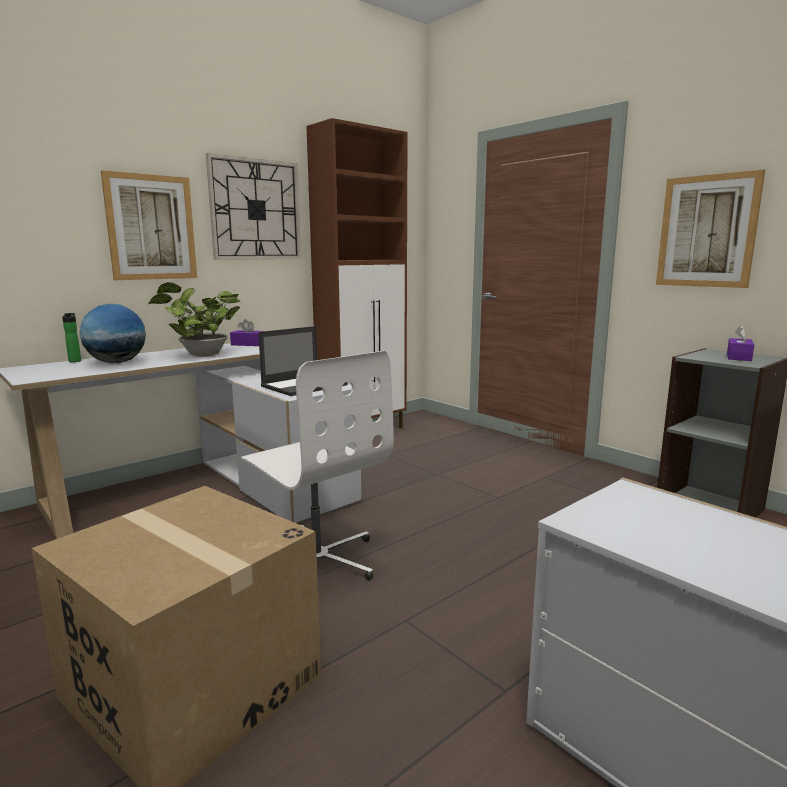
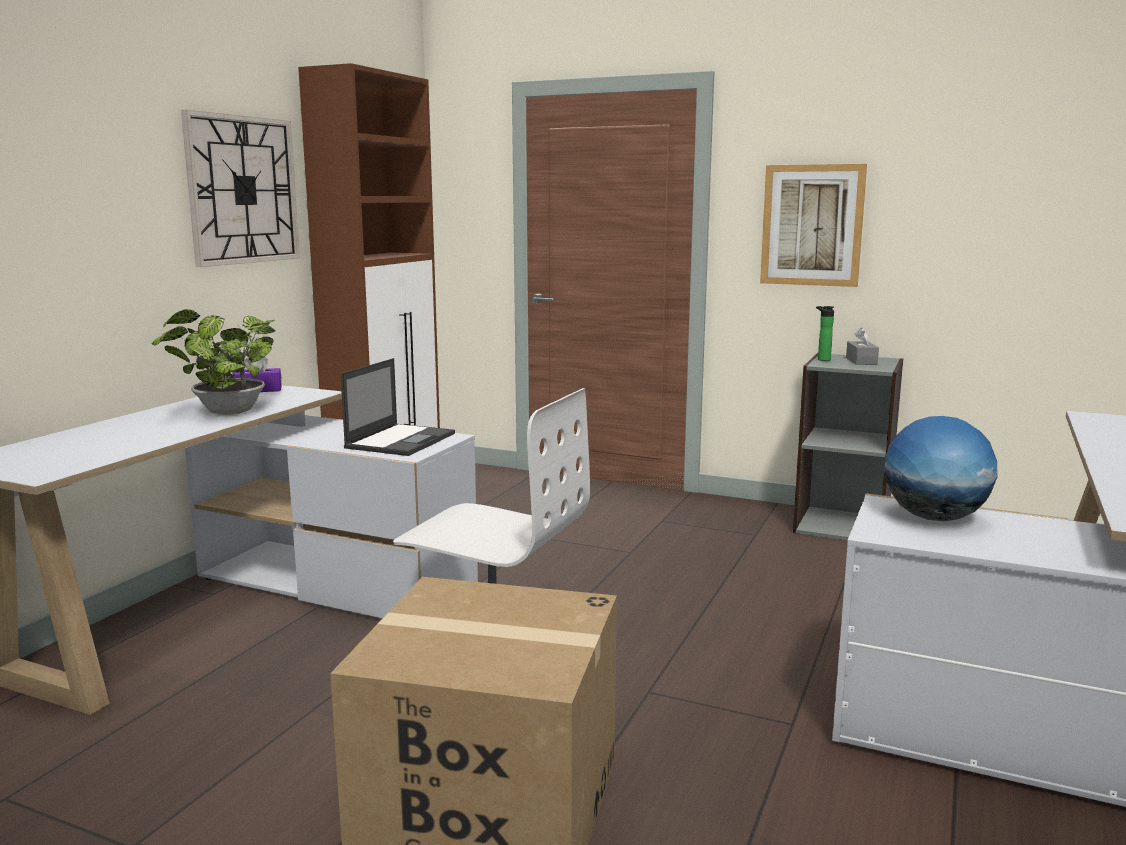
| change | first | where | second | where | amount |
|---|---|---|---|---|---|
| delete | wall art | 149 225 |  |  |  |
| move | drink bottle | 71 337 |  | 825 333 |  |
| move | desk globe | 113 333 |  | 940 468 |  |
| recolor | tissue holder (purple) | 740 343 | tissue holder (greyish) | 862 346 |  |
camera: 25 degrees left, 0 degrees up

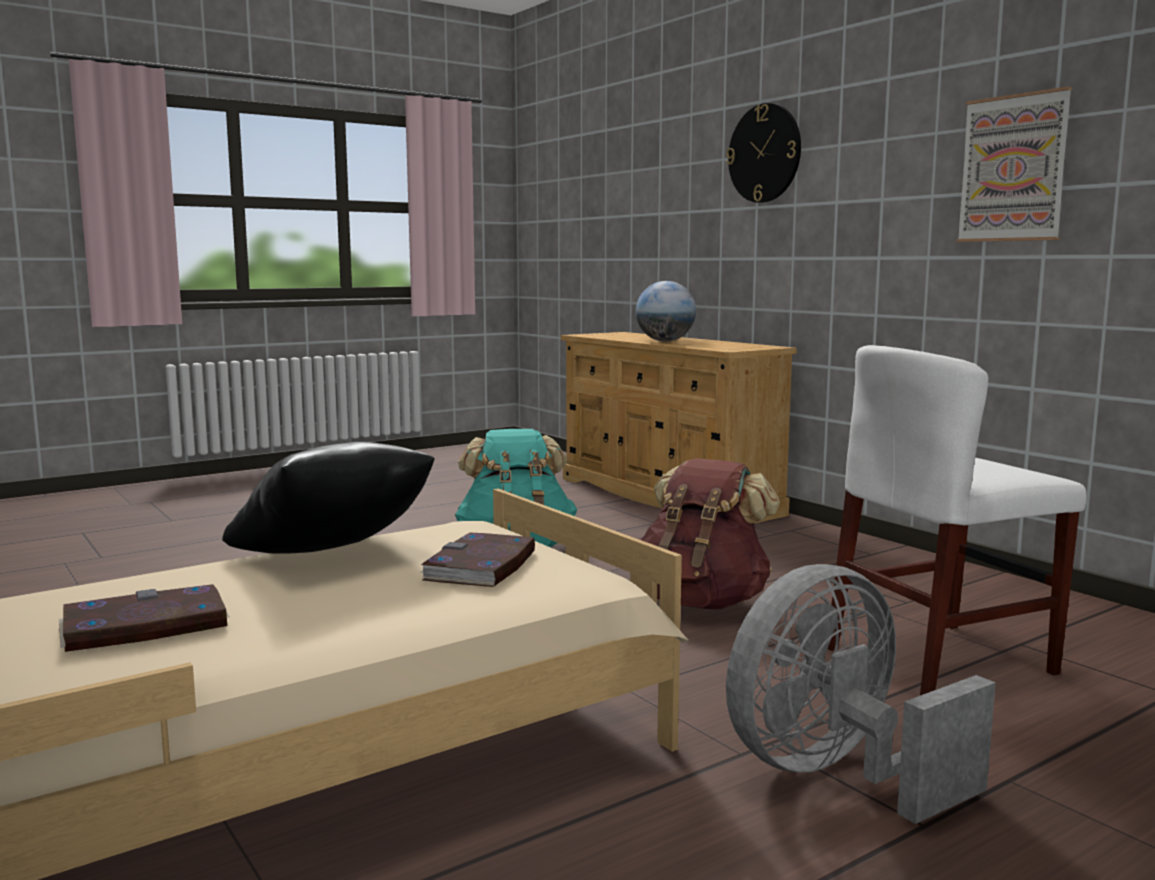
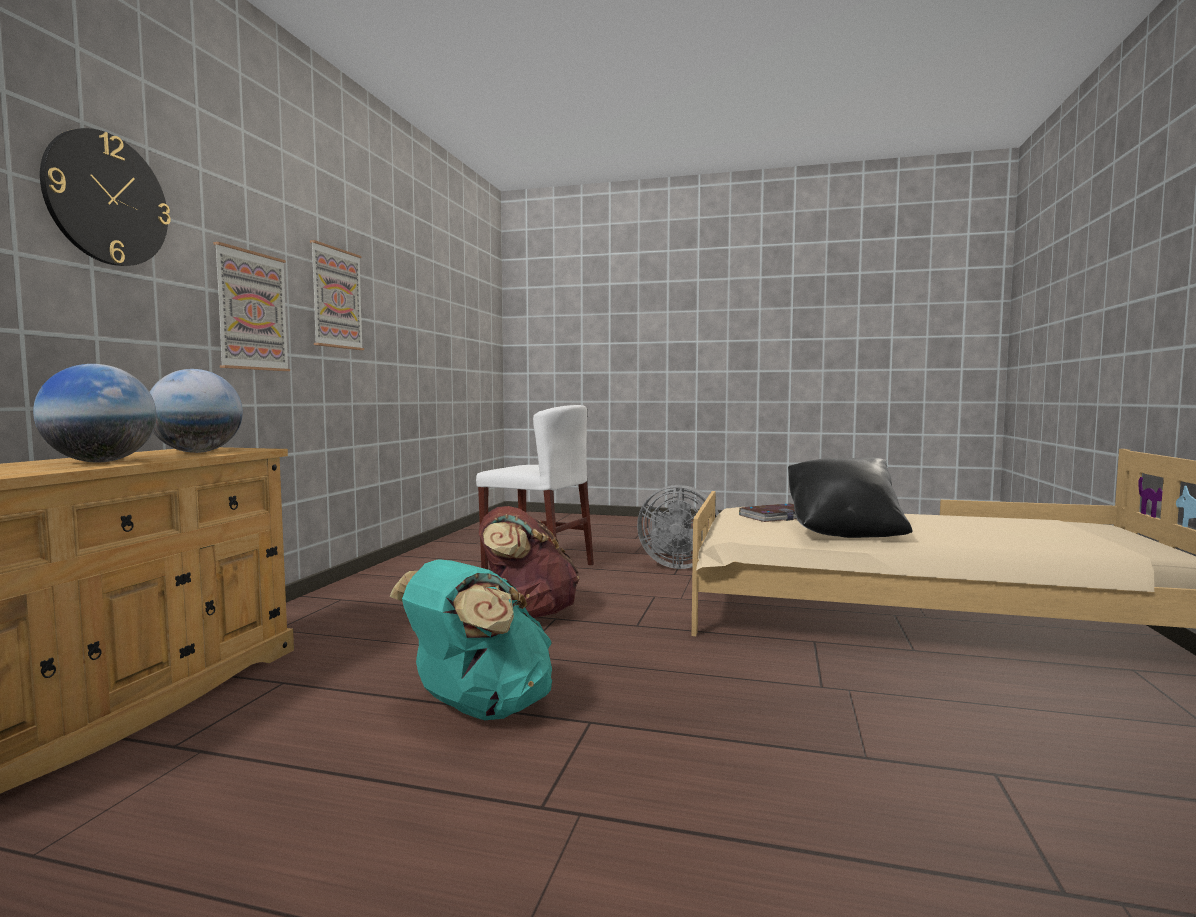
| change | first | where | second | where | amount |
|---|---|---|---|---|---|
| delete | volume | 144 618 |  |  |  |
| insert |  |  | desk globe | 196 411 |  |
| insert |  |  | wall art | 251 306 |  |
camera: 130 degrees left, 5 degrees down

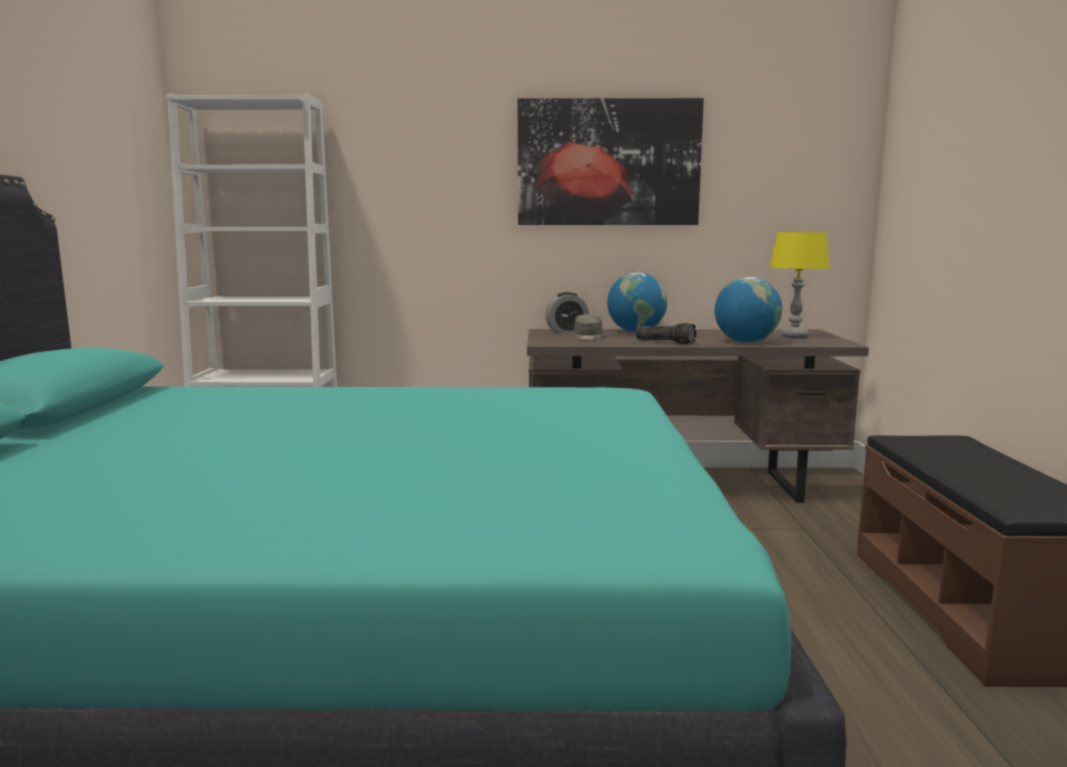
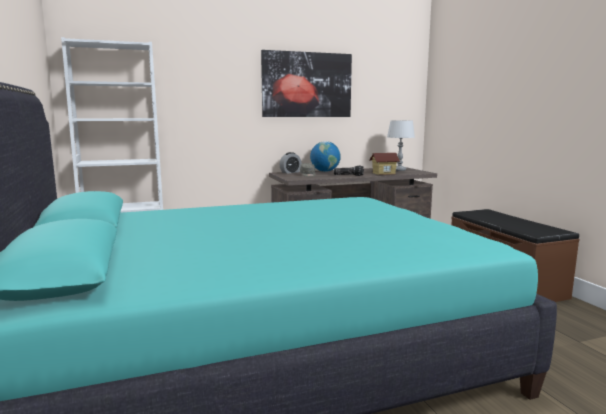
| change | first | where | second | where | amount |
|---|---|---|---|---|---|
| replace | desk globe | 748 310 | miniature house | 385 164 |  |
| recolor | lamp for a table (yellow) | 799 285 | lamp for a table (greyish) | 401 145 |  |
camera: 20 degrees left, 0 degrees up

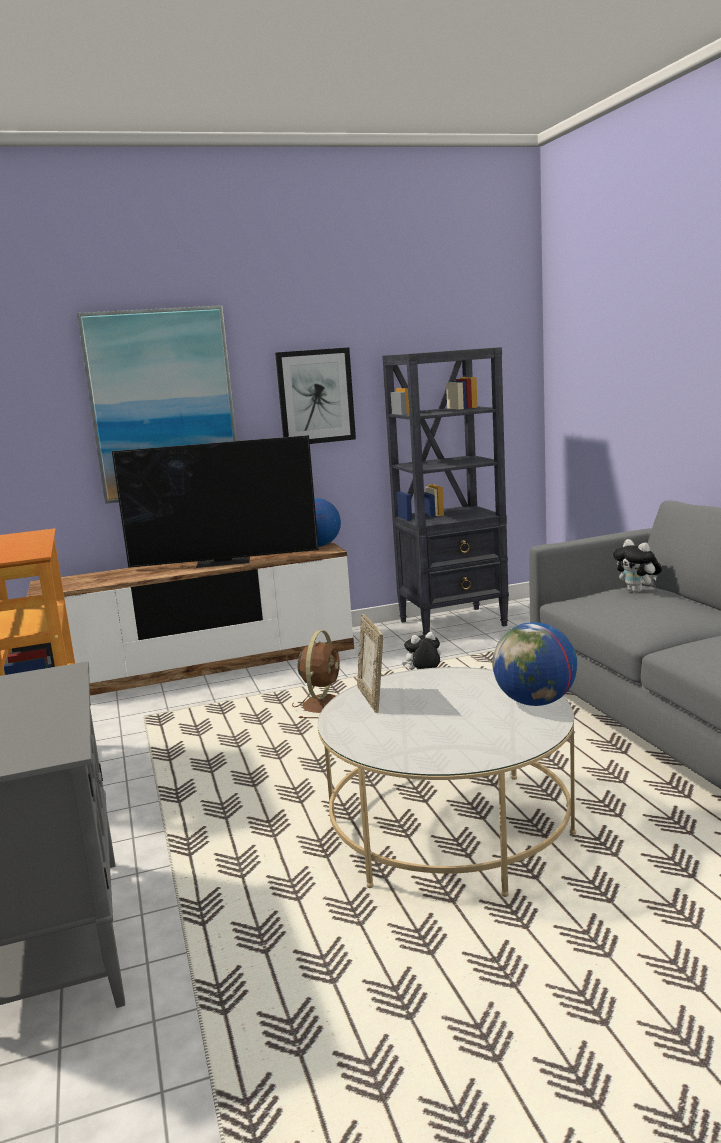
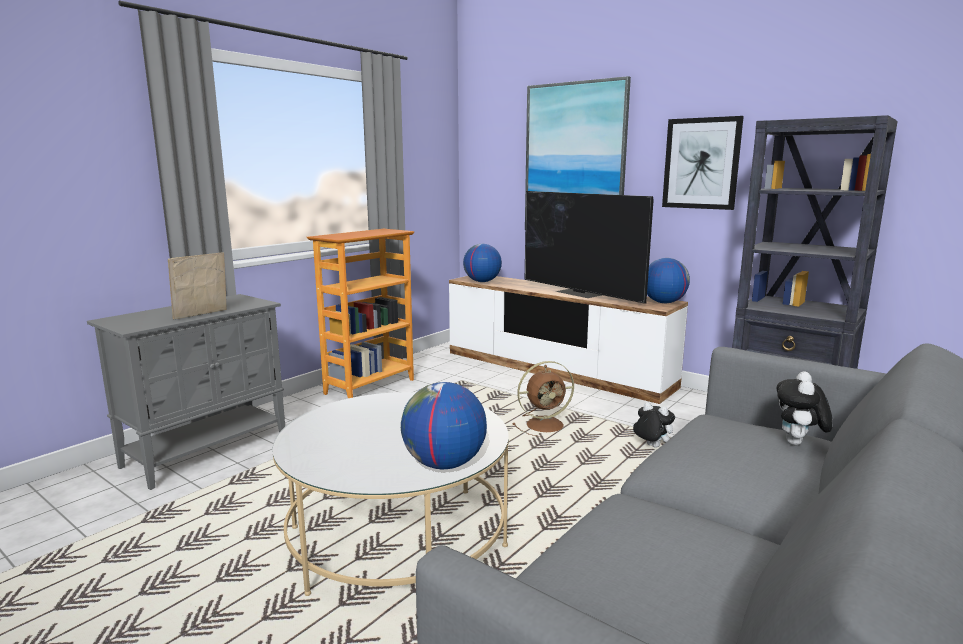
| change | first | where | second | where | amount |
|---|---|---|---|---|---|
| insert |  |  | desk globe | 482 263 |  |
| move | standing frame | 370 663 |  | 197 285 |  |
camera: 55 degrees right, 0 degrees up

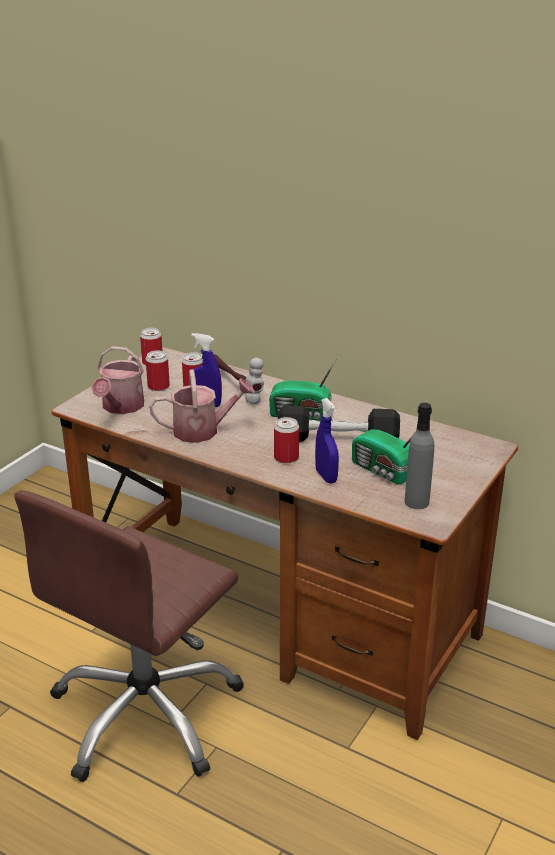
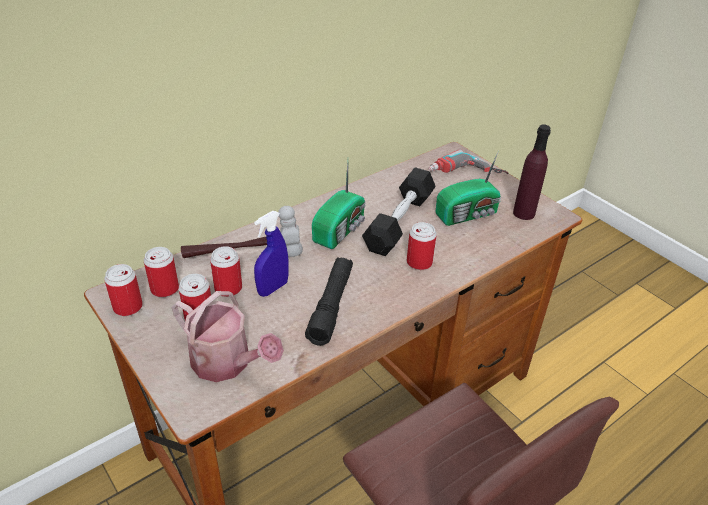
| change | first | where | second | where | amount |
|---|---|---|---|---|---|
| delete | spray bottle (bluish) | 327 441 |  |  |  |
| insert |  |  | can | 161 272 |  |
| insert |  |  | power drill | 468 161 |  |
| replace | watering can | 202 406 | flashlight (blackish) | 329 301 |  |
| recolor | drink bottle (greyish) | 419 456 | drink bottle (purple) | 532 172 |  |
camera: 70 degrees left, 10 degrees up

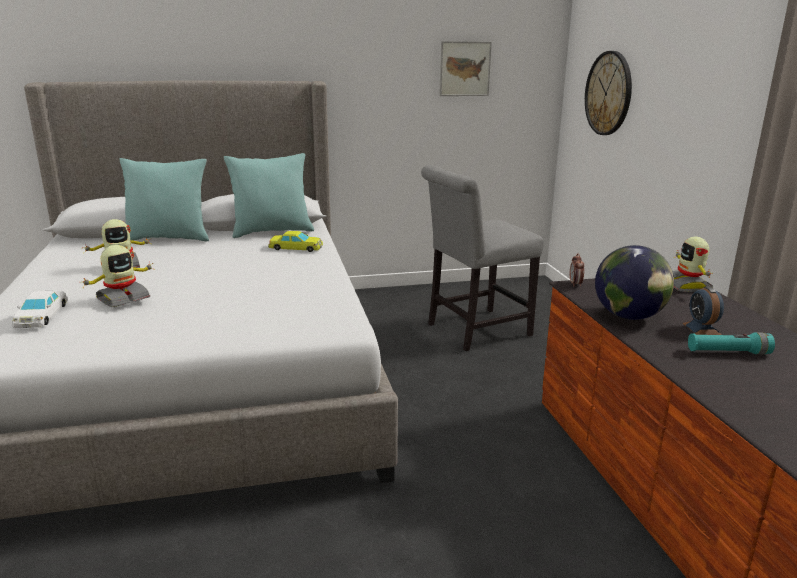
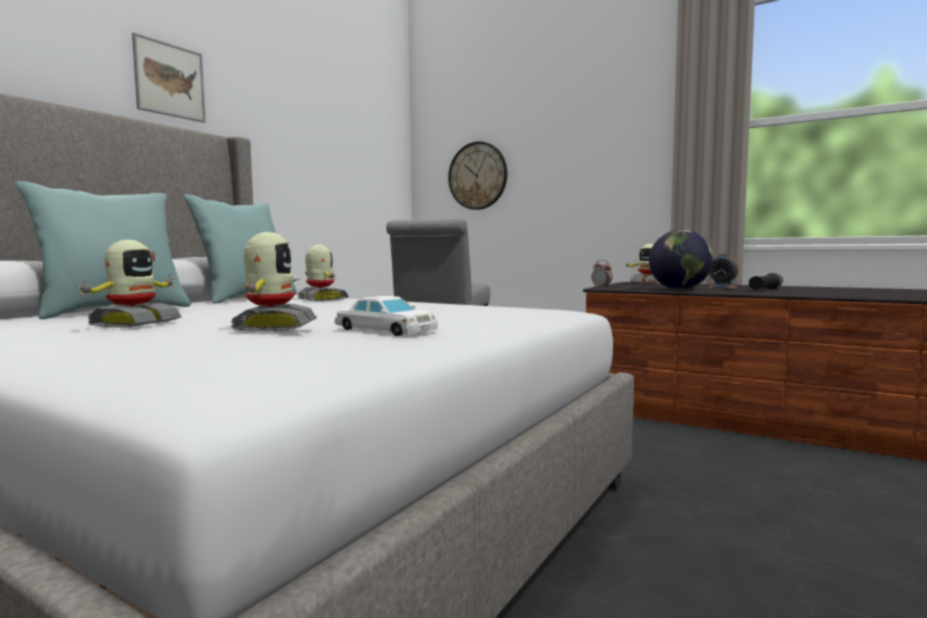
| change | first | where | second | where | amount |
|---|---|---|---|---|---|
| move | miniature car (white) | 40 309 |  | 386 316 |  |
| move | wall art | 465 68 |  | 169 78 |  |
| replace | miniature car (yellow) | 295 241 | model robot | 323 272 |  |
| recolor | flashlight (blue-green) | 731 343 | flashlight (blackish) | 766 281 |  |
camera: 45 degrees left, 15 degrees down

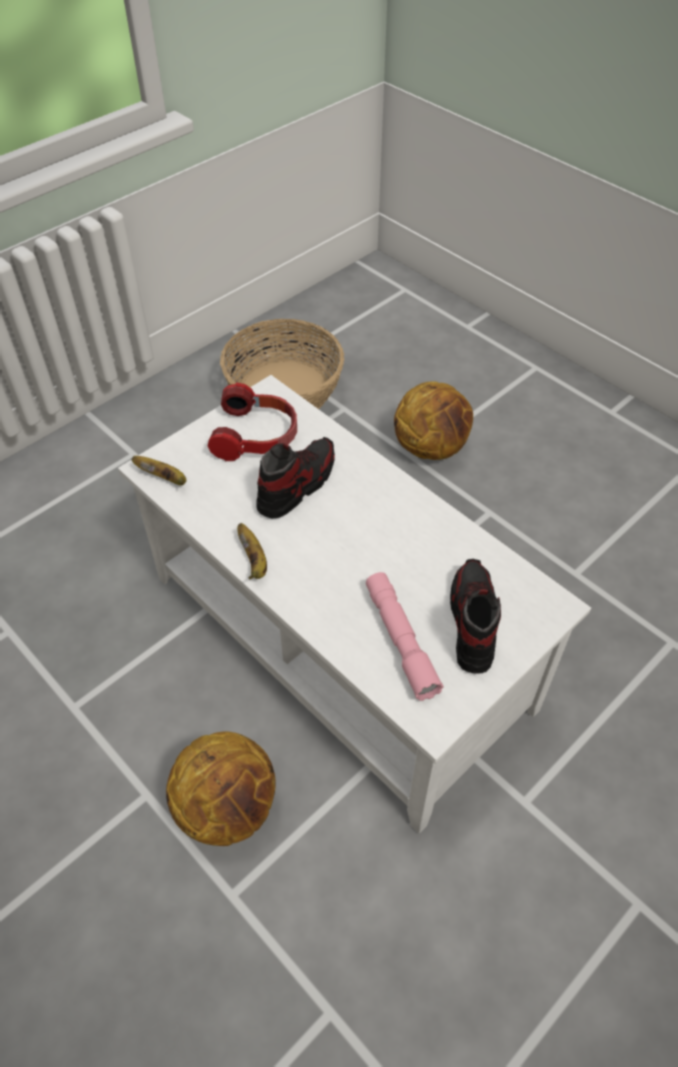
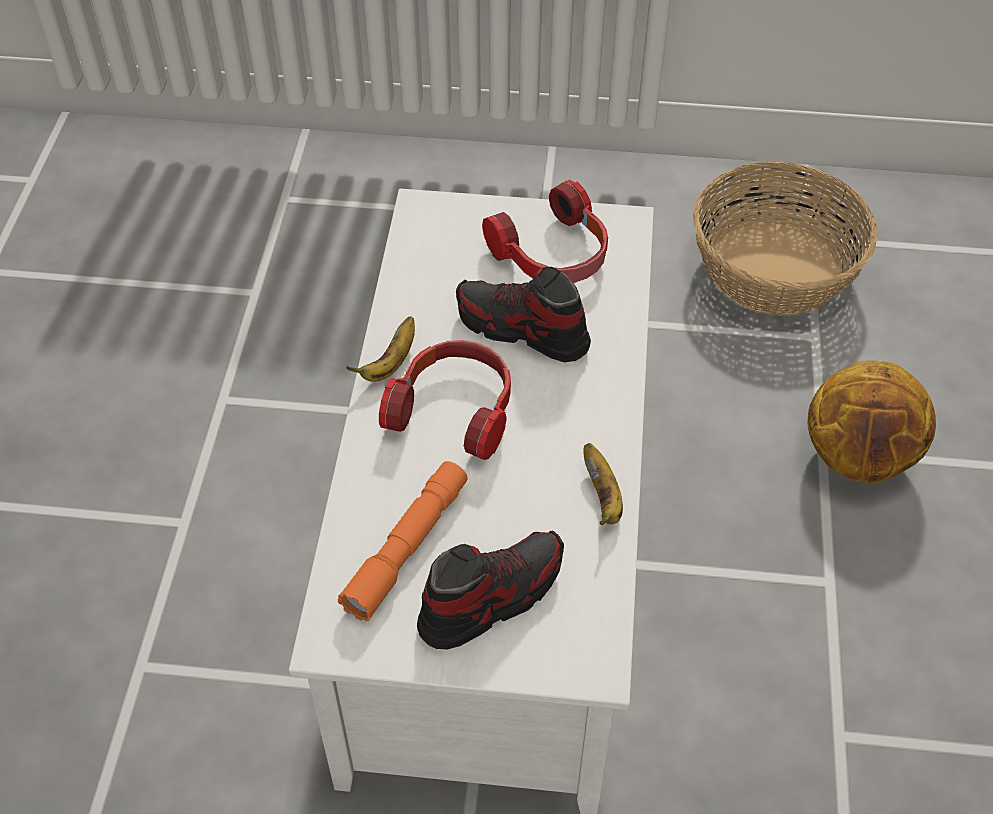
| change | first | where | second | where | amount |
|---|---|---|---|---|---|
| delete | basketball | 221 788 |  |  |  |
| insert |  |  | headphones | 445 400 |  |
| move | whole banana | 159 470 |  | 603 484 |  |
| recolor | flashlight (pink) | 405 636 | flashlight (orange-coloured) | 402 541 |  |
| rotate | item of footwear | 295 478 |  | 523 314 | 150 degrees counterclockwise |
camera: 50 degrees right, 0 degrees up

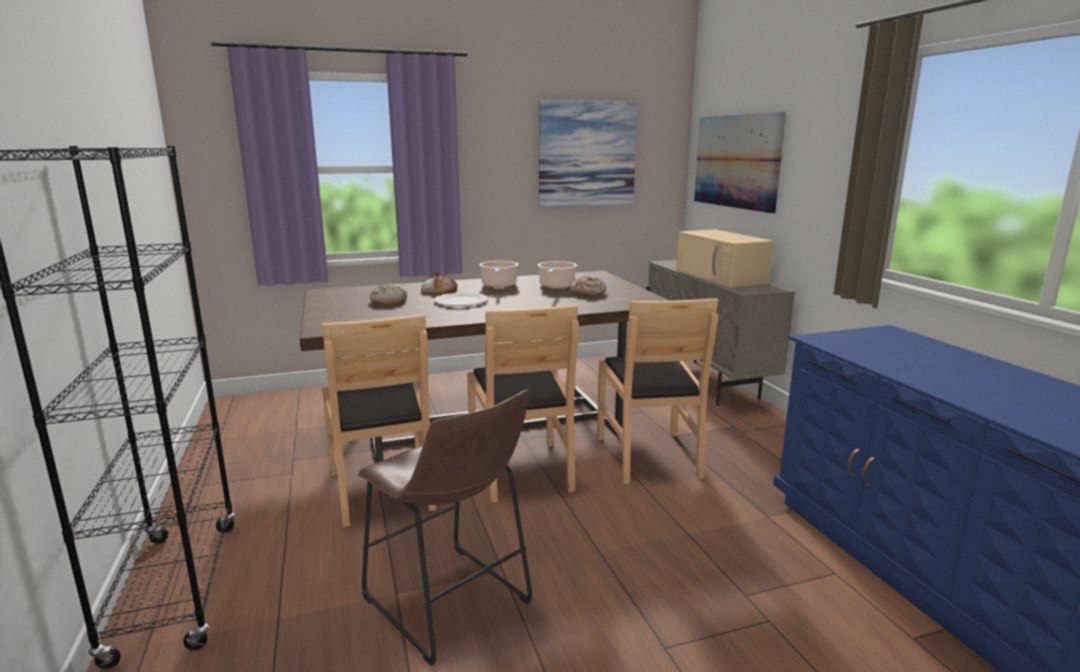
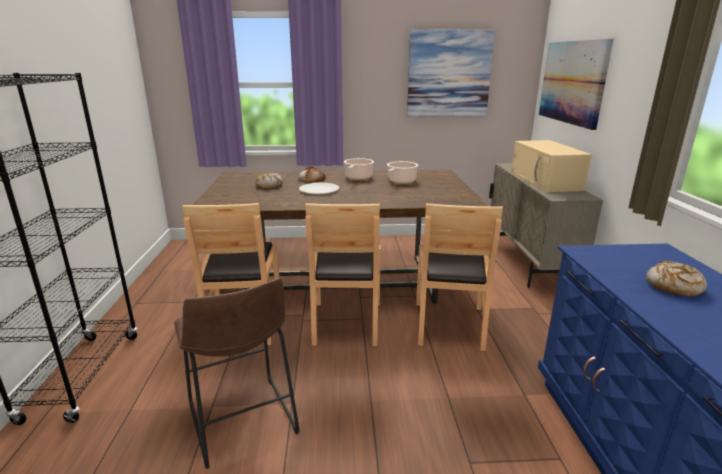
| change | first | where | second | where | amount |
|---|---|---|---|---|---|
| move | bread | 588 286 |  | 676 278 |  |
camera: 15 degrees right, 5 degrees up

